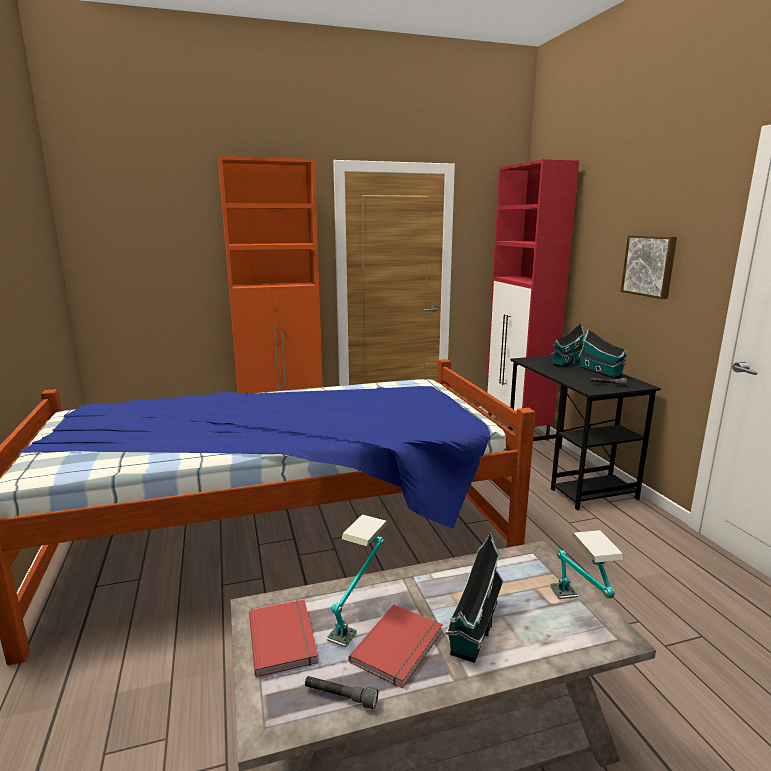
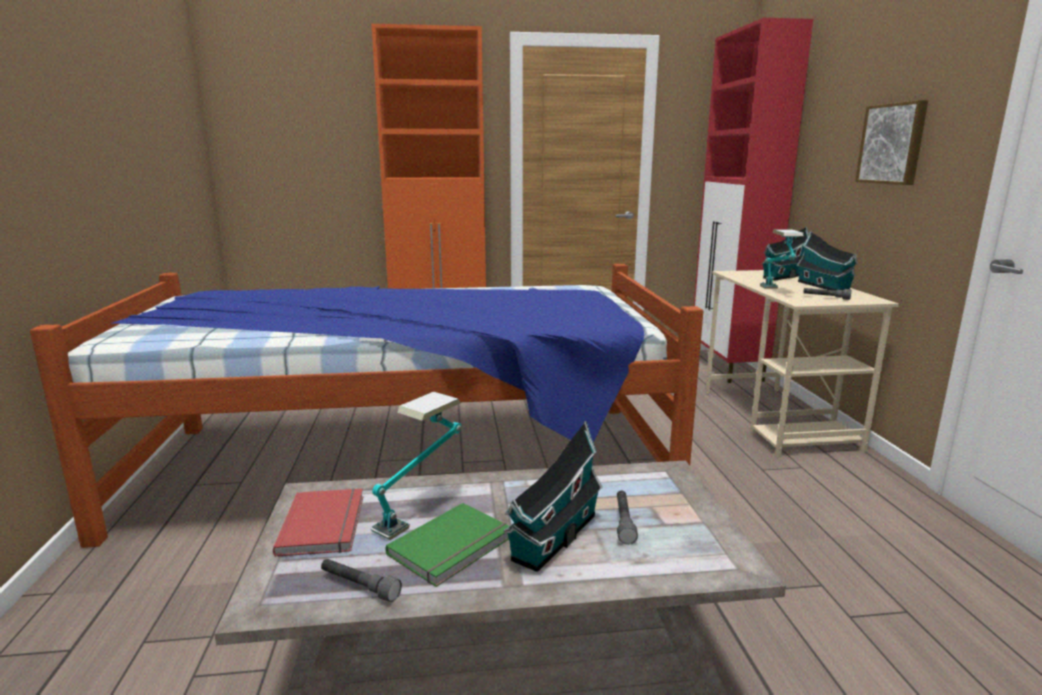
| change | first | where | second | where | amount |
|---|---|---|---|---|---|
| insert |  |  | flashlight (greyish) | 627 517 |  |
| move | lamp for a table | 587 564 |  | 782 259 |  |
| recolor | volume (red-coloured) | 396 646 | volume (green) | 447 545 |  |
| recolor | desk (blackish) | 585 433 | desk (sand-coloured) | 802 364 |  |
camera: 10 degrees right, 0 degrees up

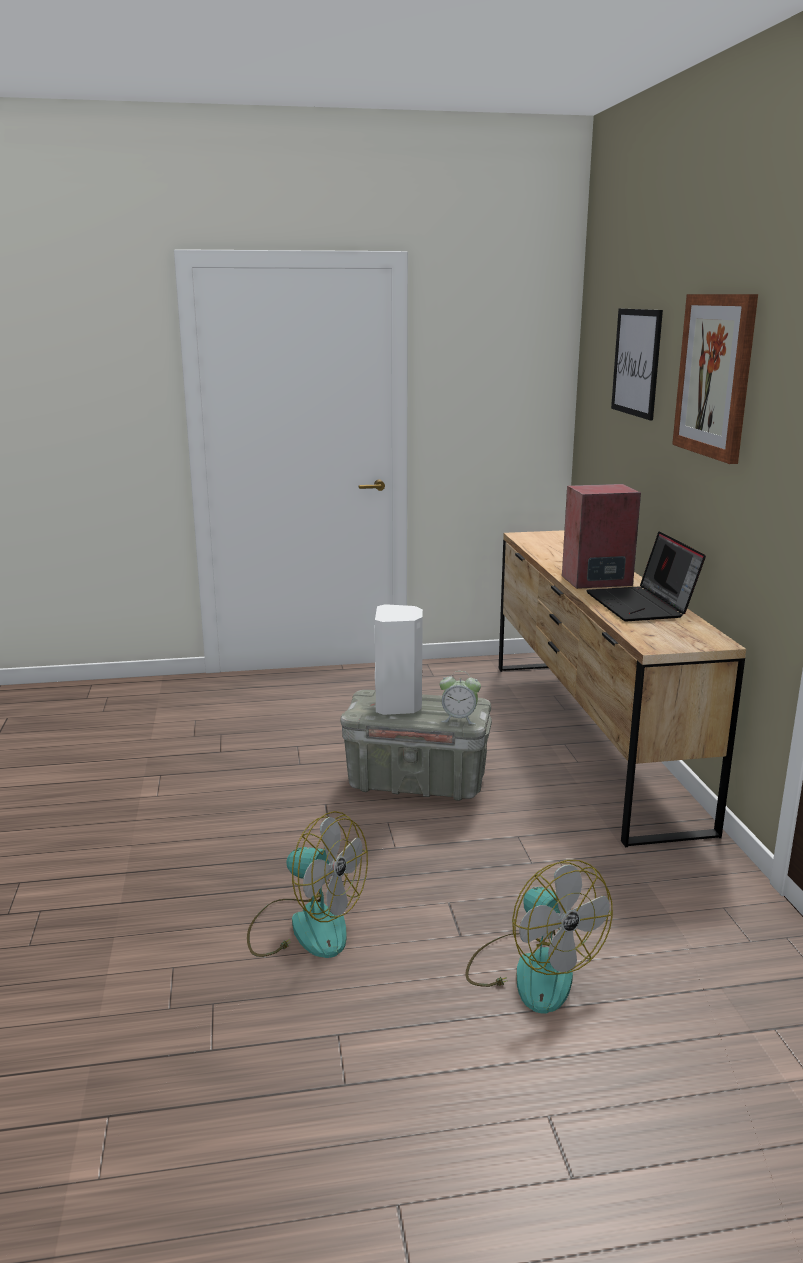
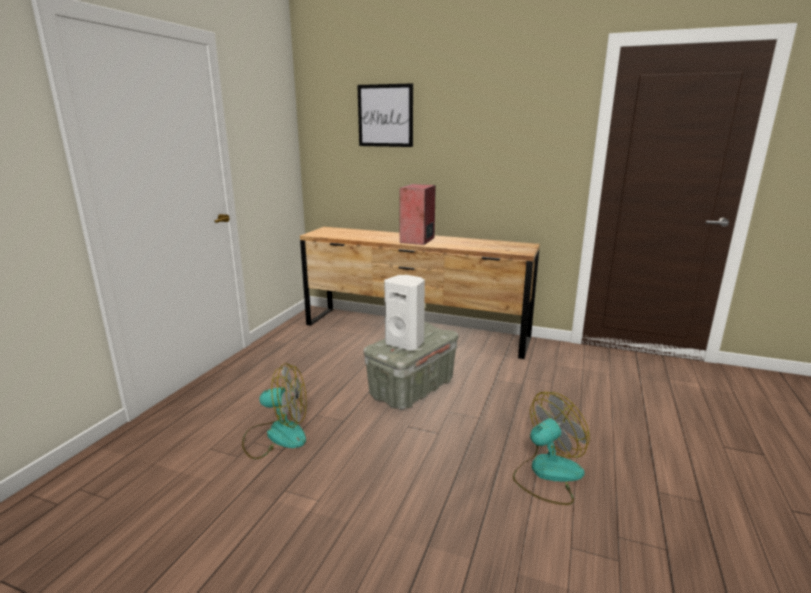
| change | first | where | second | where | amount |
|---|---|---|---|---|---|
| delete | alarm clock | 460 697 |  |  |  |
| delete | laptop | 646 576 |  |  |  |
| delete | wall art | 715 379 |  |  |  |
| move | cooling fan | 539 936 |  | 274 411 |  |
camera: 60 degrees left, 0 degrees up

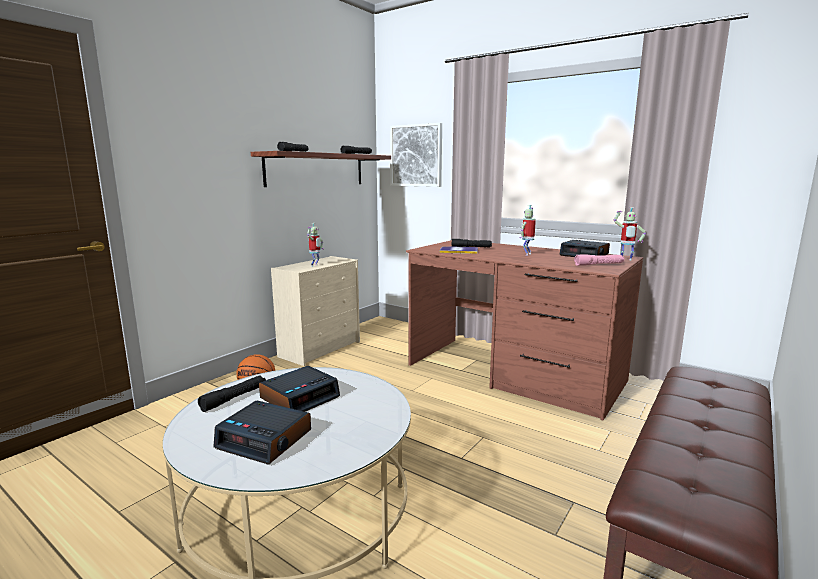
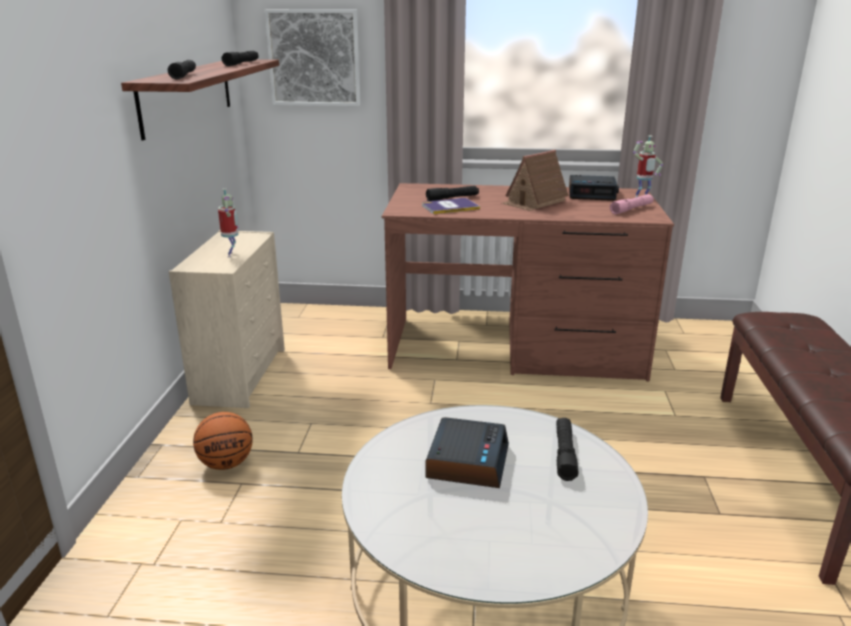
| change | first | where | second | where | amount |
|---|---|---|---|---|---|
| delete | alarm clock | 262 433 |  |  |  |
| move | flashlight (blackish) | 232 393 |  | 567 449 |  |
| replace | model robot | 528 230 | miniature house | 535 180 |  |
camera: 30 degrees left, 10 degrees up

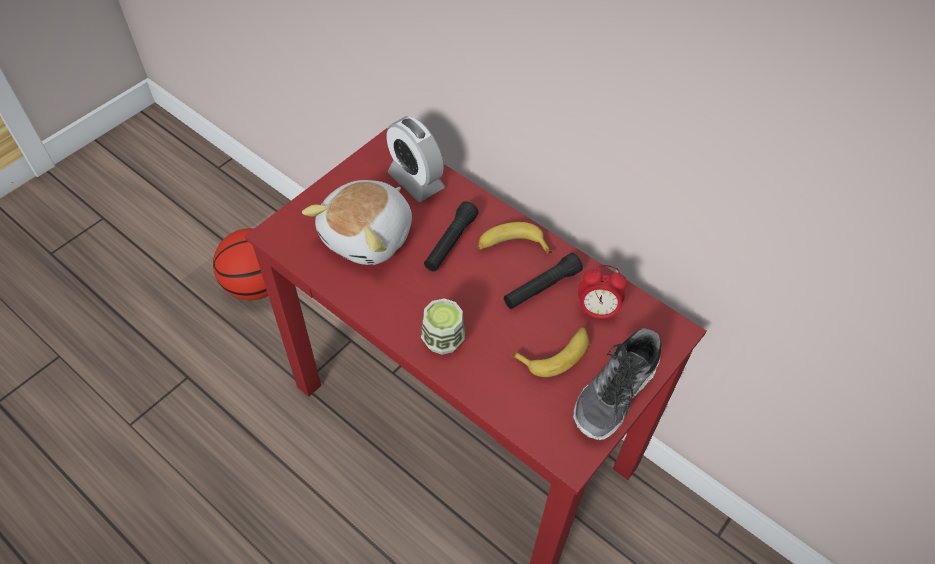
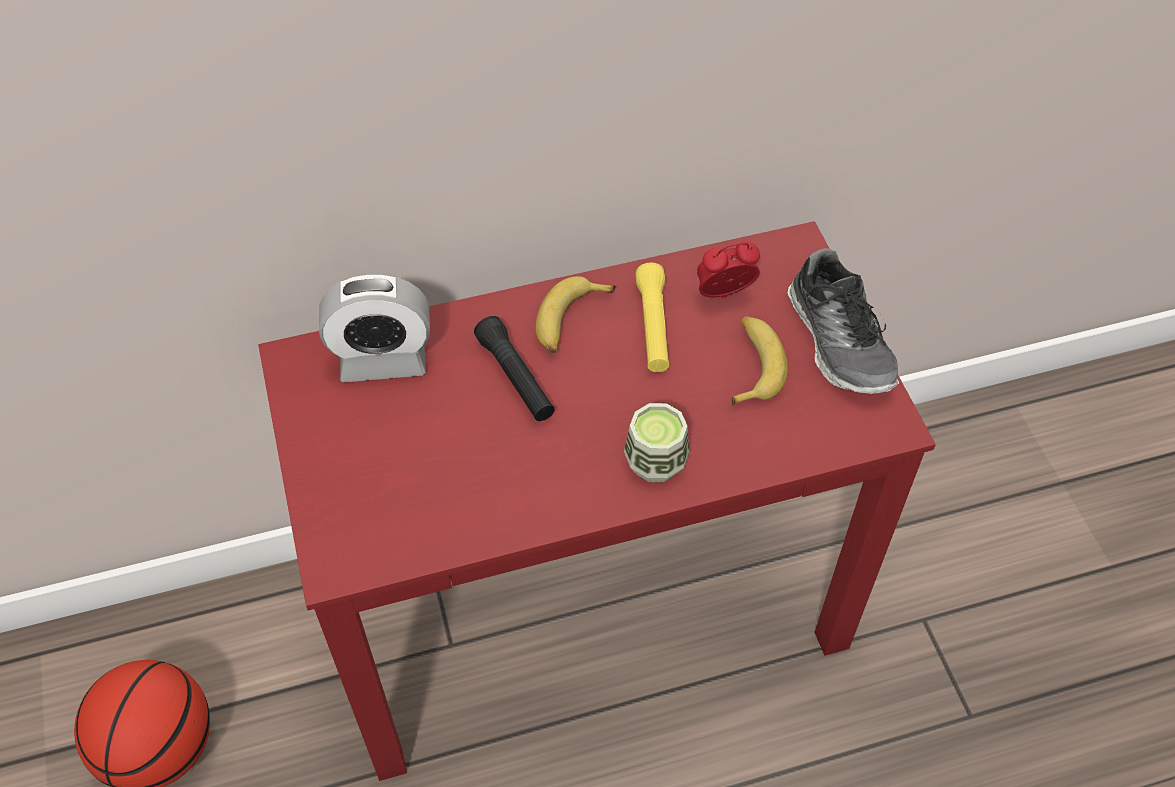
| change | first | where | second | where | amount |
|---|---|---|---|---|---|
| delete | cuddly toy | 357 222 |  |  |  |
| recolor | flashlight (blackish) | 543 281 | flashlight (yellow) | 652 317 |  |
| rotate | alarm clock | 603 293 |  | 728 270 | 150 degrees counterclockwise |
camera: 55 degrees left, 0 degrees up

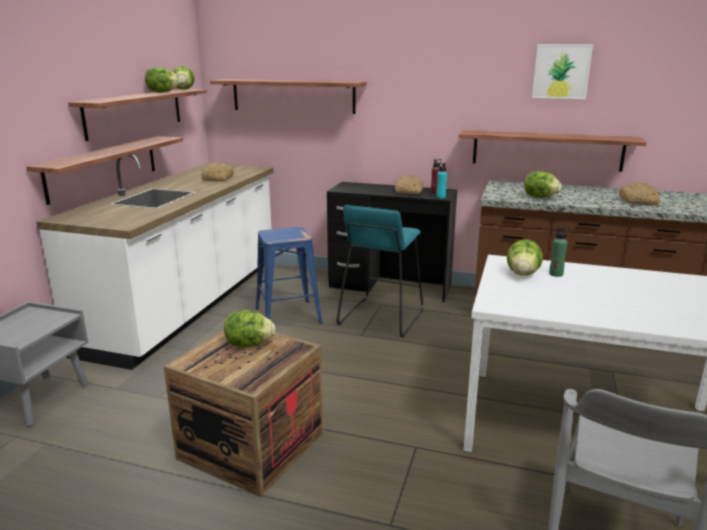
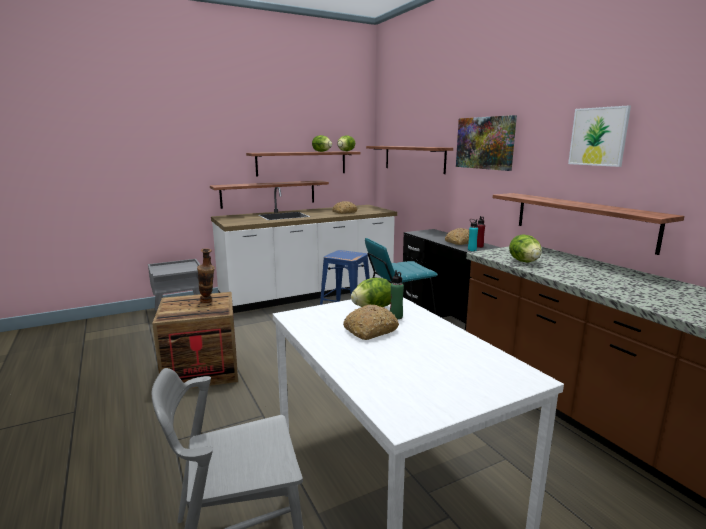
| change | first | where | second | where | amount |
|---|---|---|---|---|---|
| insert |  |  | wall art | 486 143 |  |
| move | bread | 639 193 |  | 371 322 |  |
| replace | lettuce | 249 328 | decorative vase | 206 275 |  |
camera: 45 degrees right, 5 degrees down

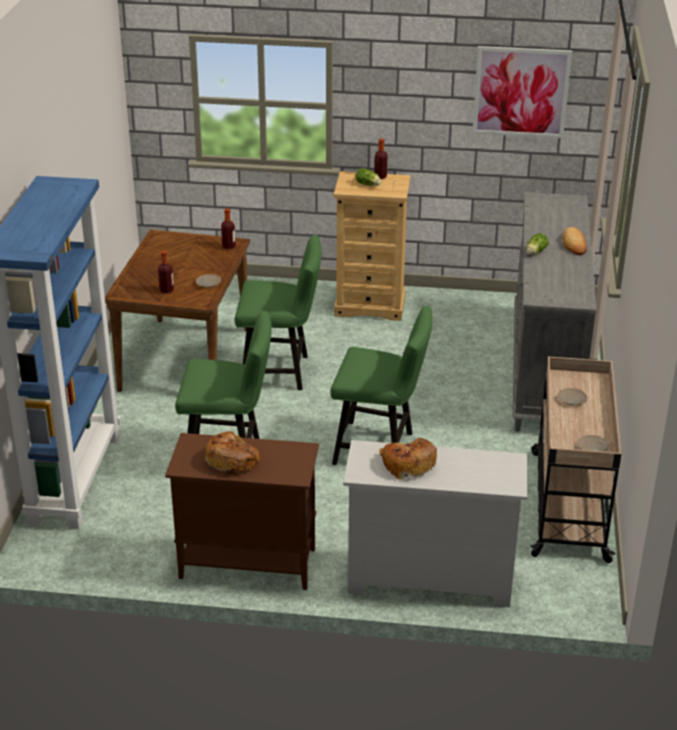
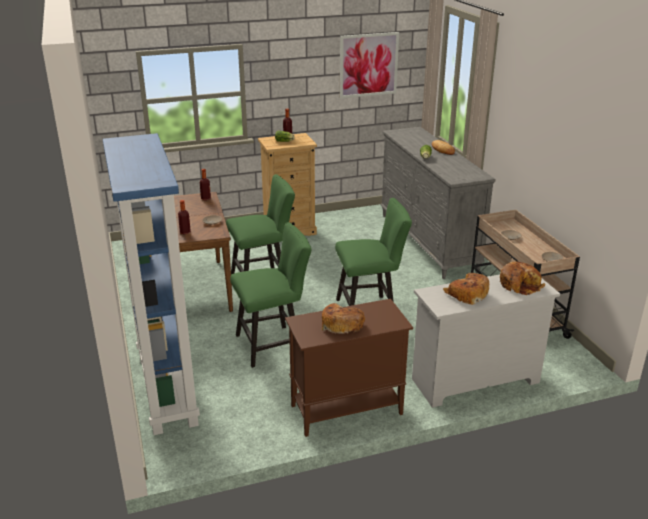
| change | first | where | second | where | amount |
|---|---|---|---|---|---|
| insert |  |  | bread | 522 278 |  |
camera: 25 degrees left, 5 degrees down

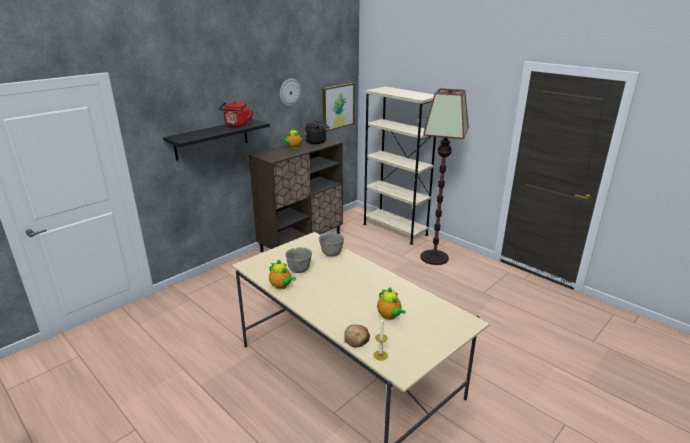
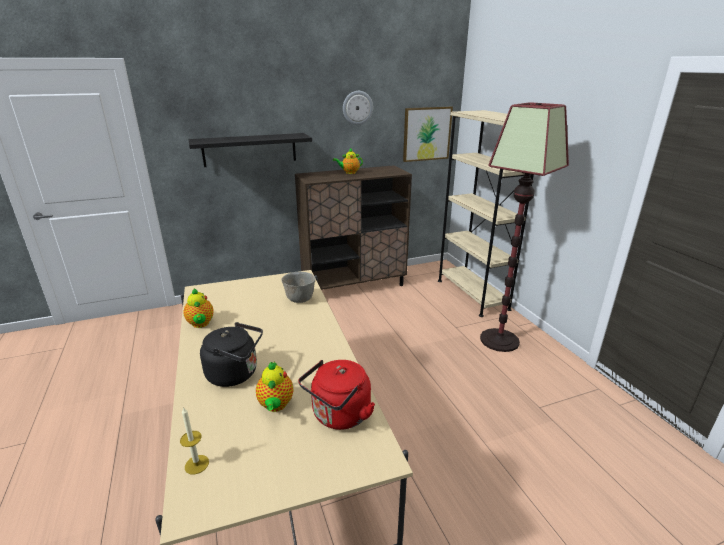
| change | first | where | second | where | amount |
|---|---|---|---|---|---|
| delete | bowl (greyish) | 298 260 |  |  |  |
| delete | bread | 357 336 |  |  |  |
| move | tea kettle (red-coloured) | 236 114 |  | 336 395 |  |
| move | tea kettle (blackish) | 317 132 |  | 231 354 |  |
camera: 25 degrees right, 0 degrees up

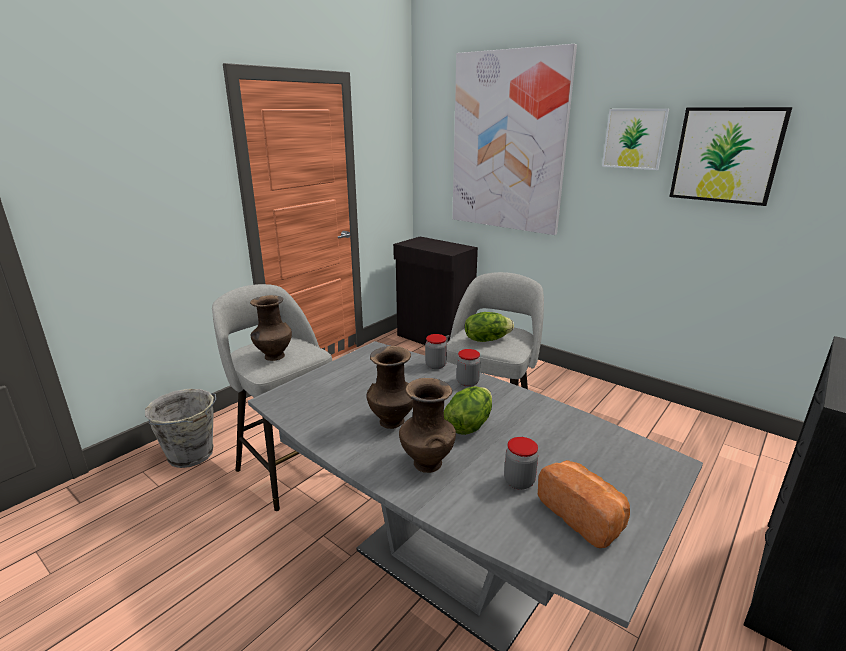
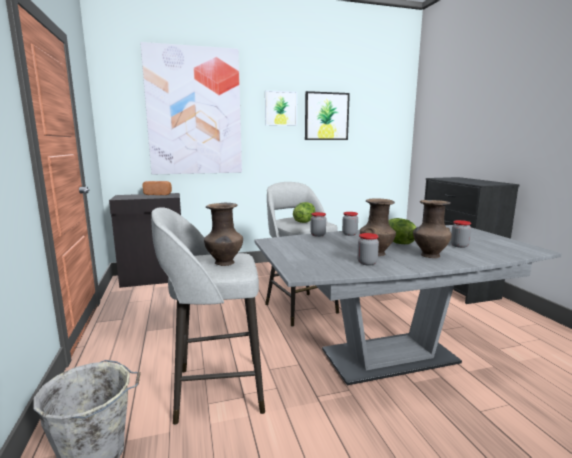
| change | first | where | second | where | amount |
|---|---|---|---|---|---|
| insert |  |  | jar | 368 249 |  |
| move | bread | 584 504 |  | 157 188 |  |
camera: 55 degrees left, 10 degrees down

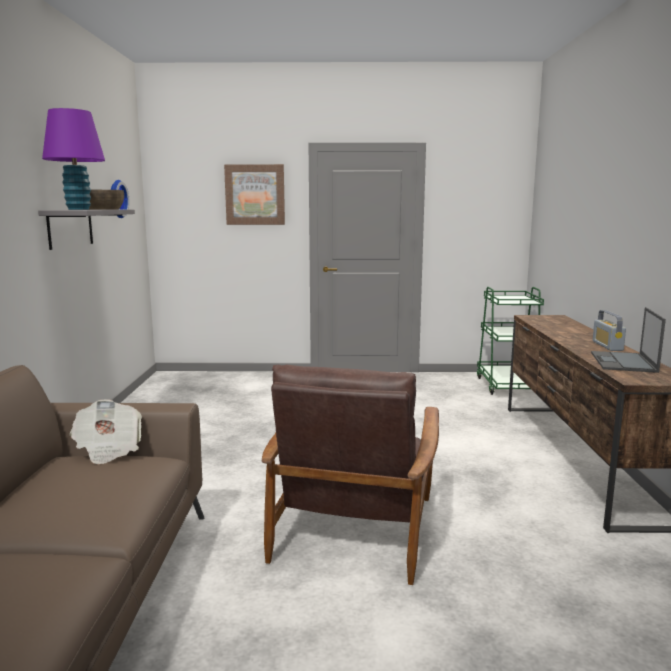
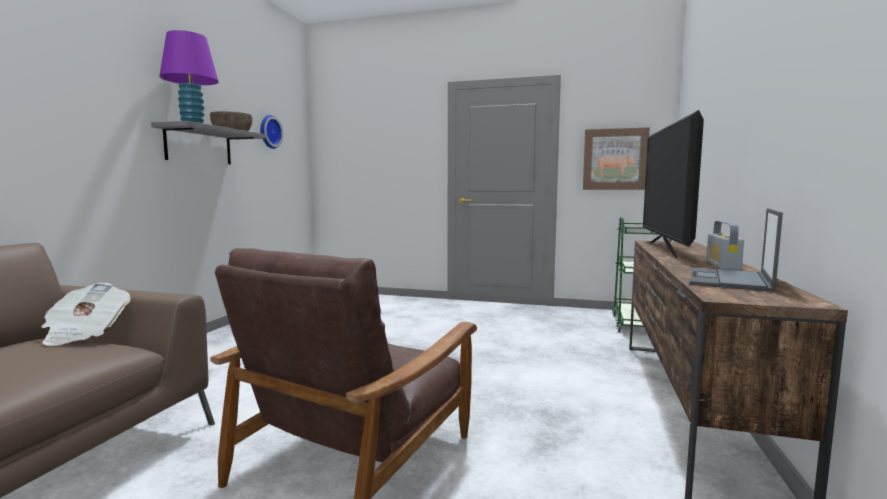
| change | first | where | second | where | amount |
|---|---|---|---|---|---|
| insert |  |  | TV | 673 184 |  |
| move | wall art | 254 194 |  | 616 158 |  |
camera: 15 degrees right, 5 degrees down

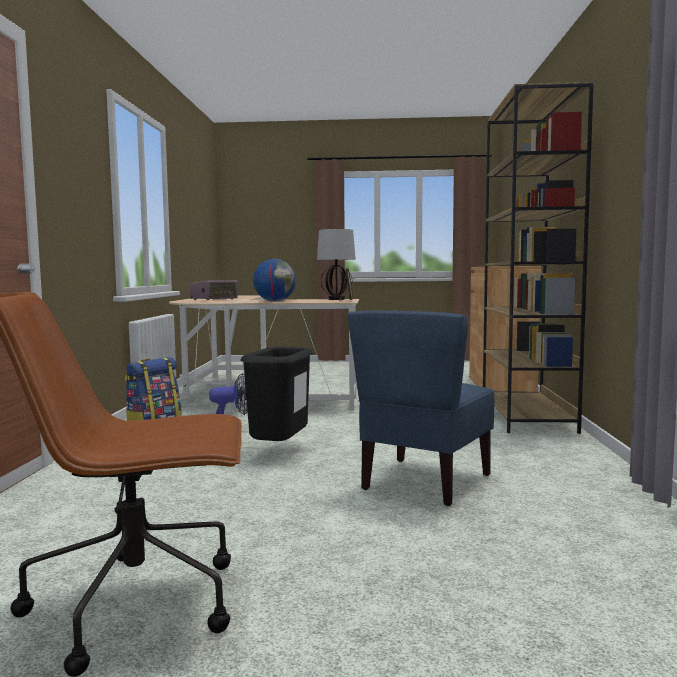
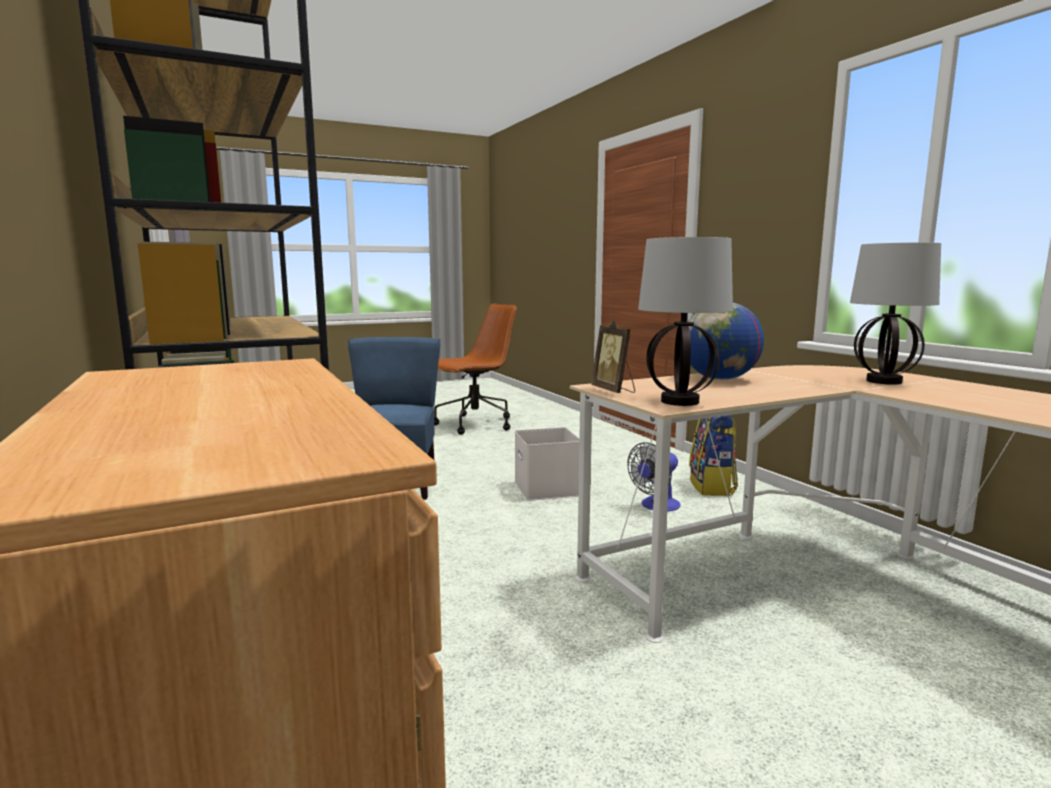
| change | first | where | second | where | amount |
|---|---|---|---|---|---|
| replace | radio receiver | 214 290 | lamp for a table | 895 313 |  |
| replace | trash can (blackish) | 276 394 | storage bin (white) | 547 464 |  |
camera: 150 degrees right, 5 degrees up

